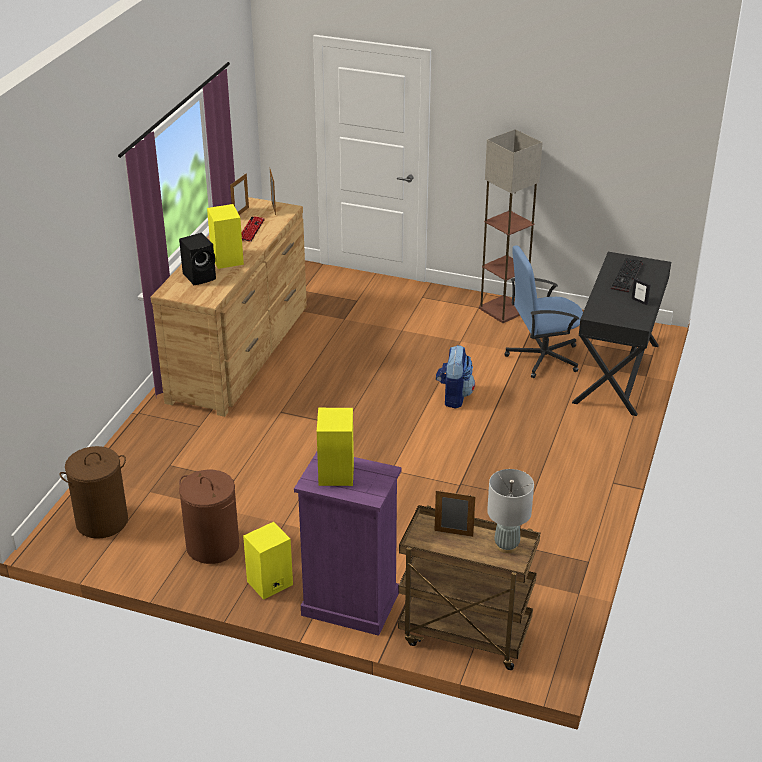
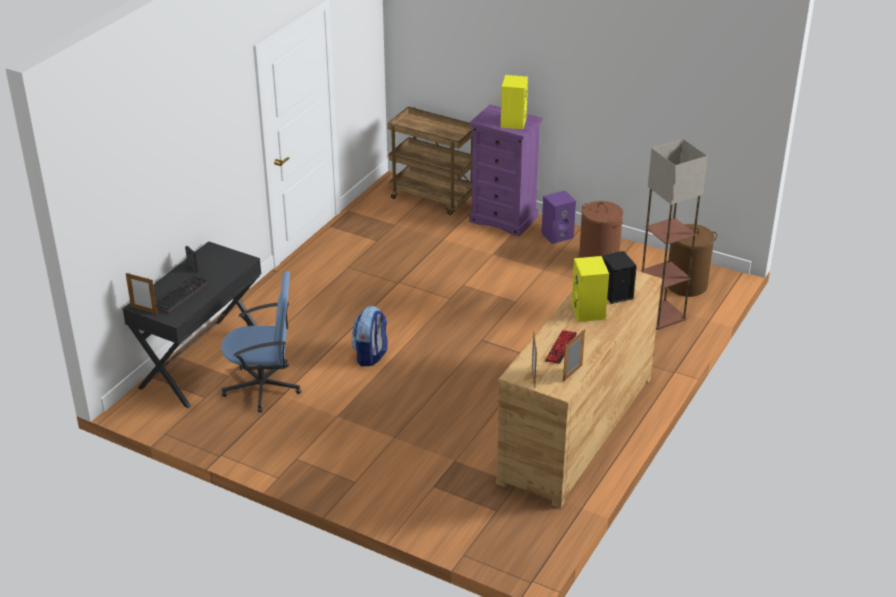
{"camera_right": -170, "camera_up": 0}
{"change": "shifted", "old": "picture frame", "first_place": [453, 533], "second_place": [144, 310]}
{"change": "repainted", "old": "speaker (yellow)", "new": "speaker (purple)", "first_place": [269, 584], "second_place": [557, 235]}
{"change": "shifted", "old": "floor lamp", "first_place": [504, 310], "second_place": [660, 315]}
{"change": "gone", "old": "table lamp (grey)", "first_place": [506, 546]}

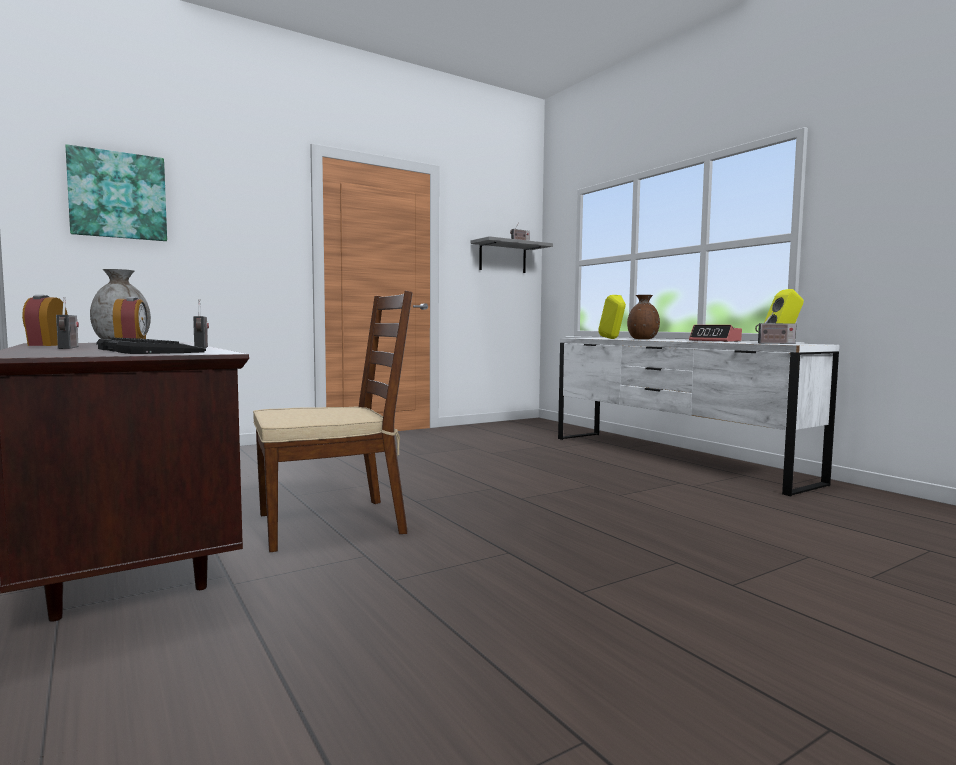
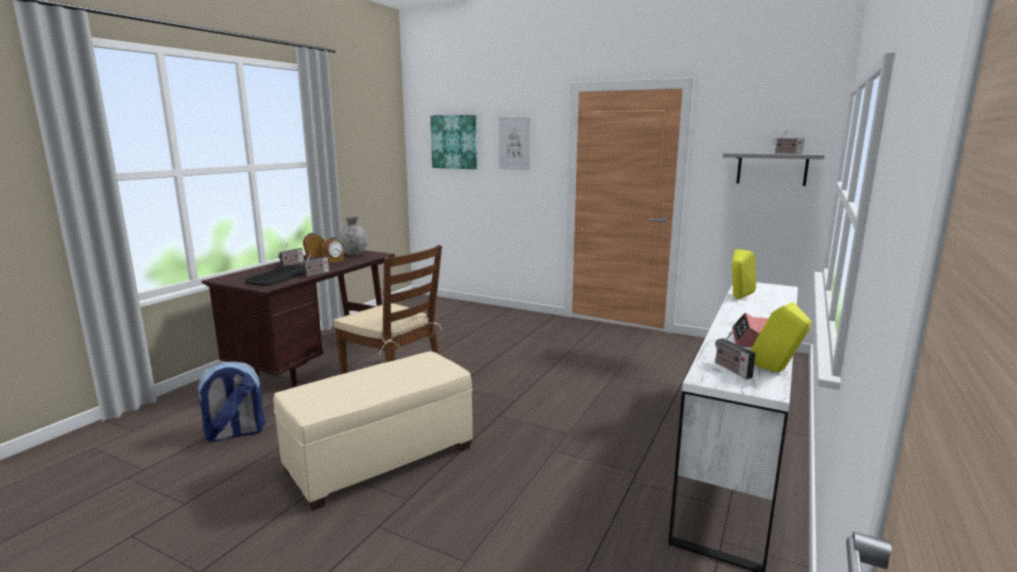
{"camera_right": 60, "camera_up": 10}
{"change": "new", "new": "backpack", "second_place": [234, 433]}
{"change": "new", "new": "ottoman (beige)", "second_place": [381, 458]}
{"change": "new", "new": "picture", "second_place": [514, 143]}
{"change": "gone", "old": "vase (brown)", "first_place": [642, 339]}

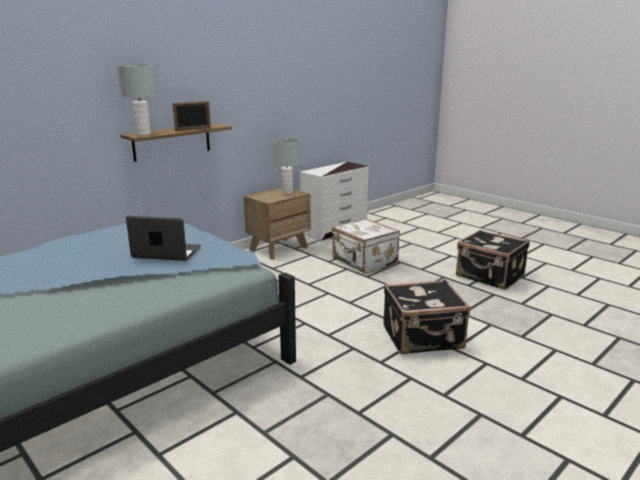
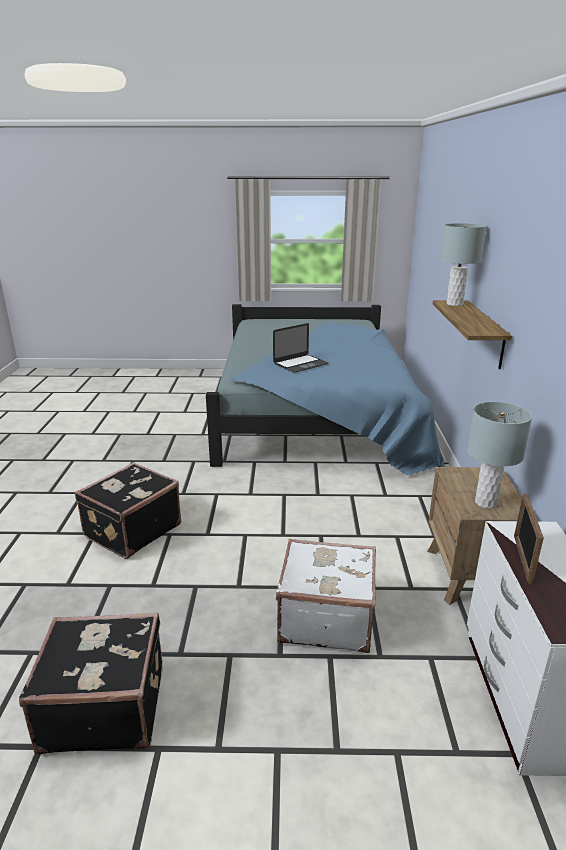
{"camera_right": 135, "camera_up": 5}
{"change": "shifted", "old": "picture frame", "first_place": [193, 129], "second_place": [522, 559]}

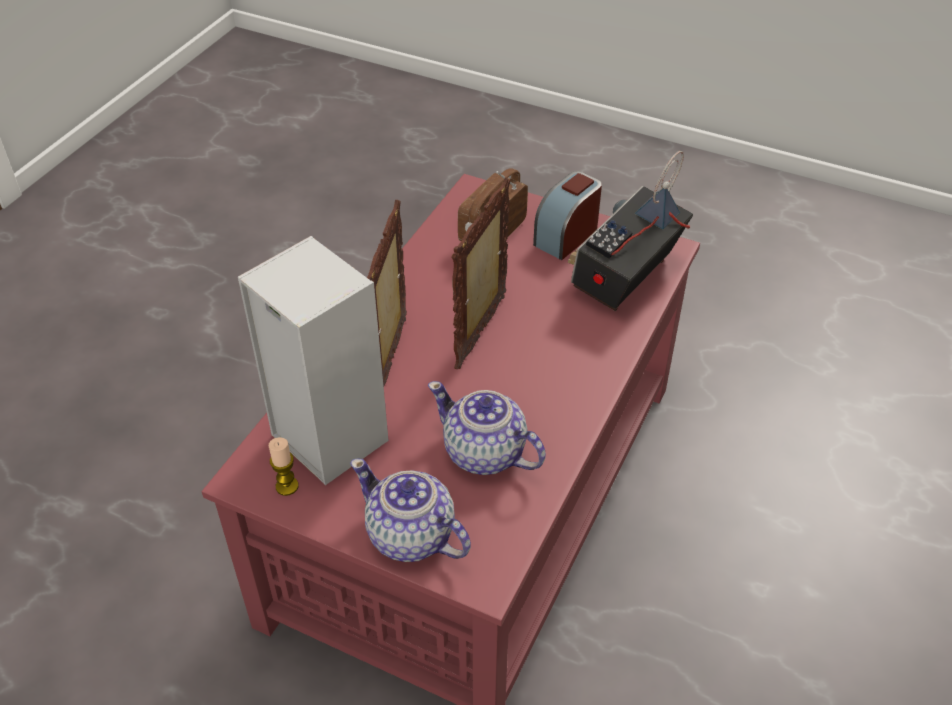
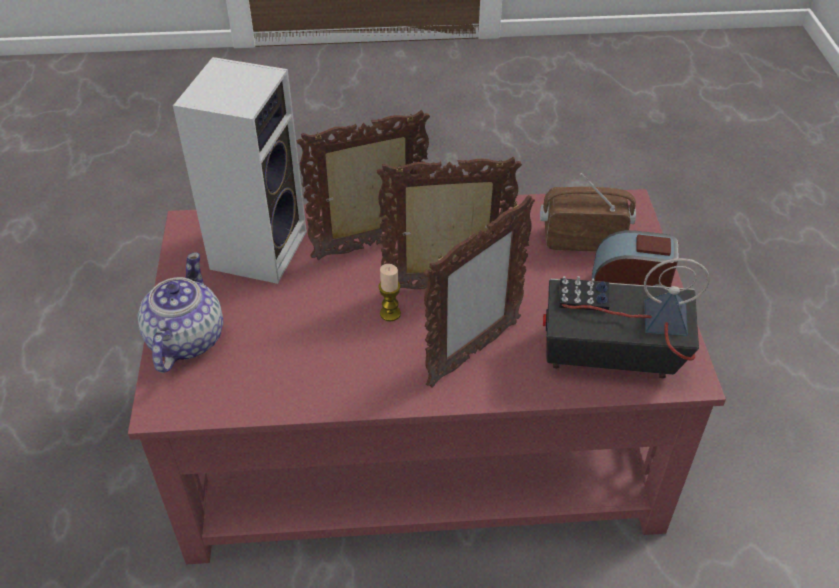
{"camera_right": 60, "camera_up": 0}
{"change": "shifted", "old": "candle", "first_place": [287, 486], "second_place": [390, 313]}
{"change": "new", "new": "picture frame", "second_place": [472, 354]}
{"change": "gone", "old": "teapot", "first_place": [485, 454]}

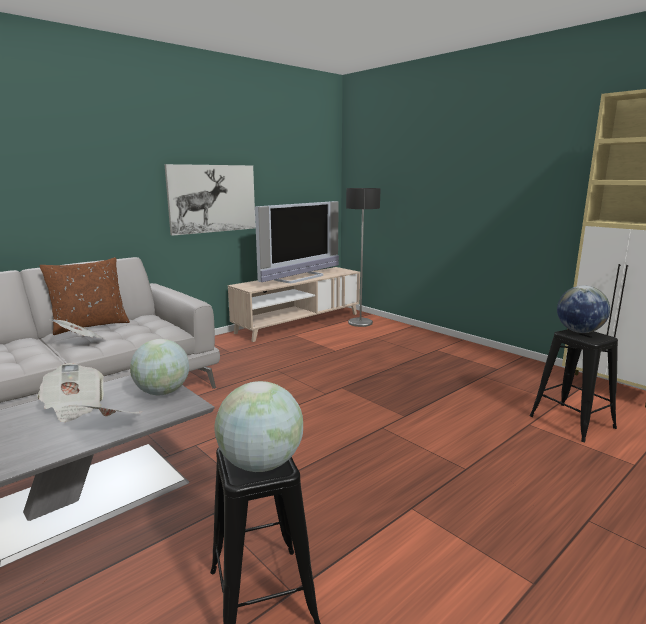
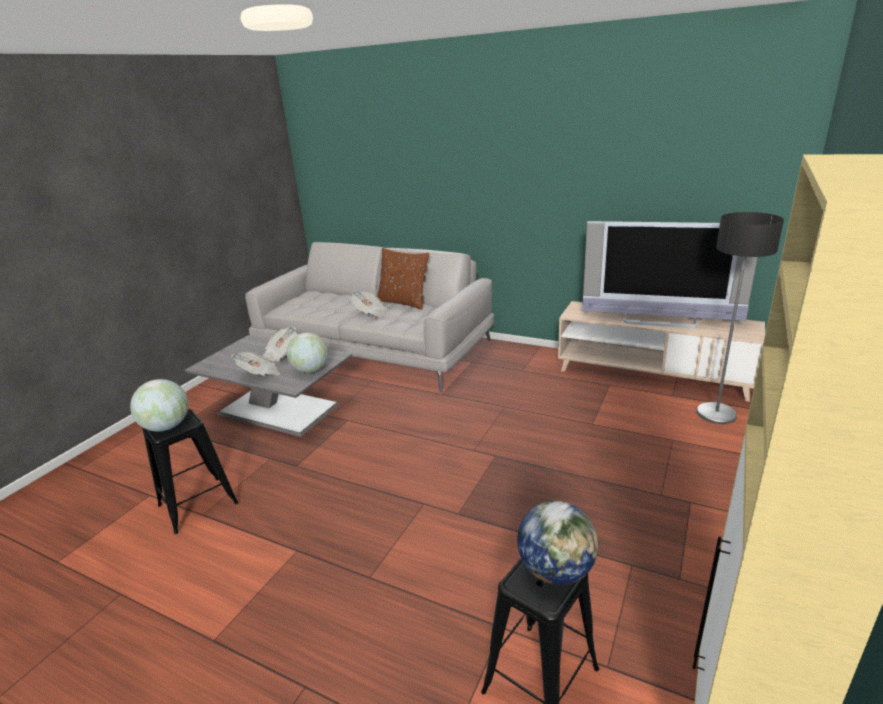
{"camera_right": 70, "camera_up": 10}
{"change": "gone", "old": "picture", "first_place": [212, 198]}

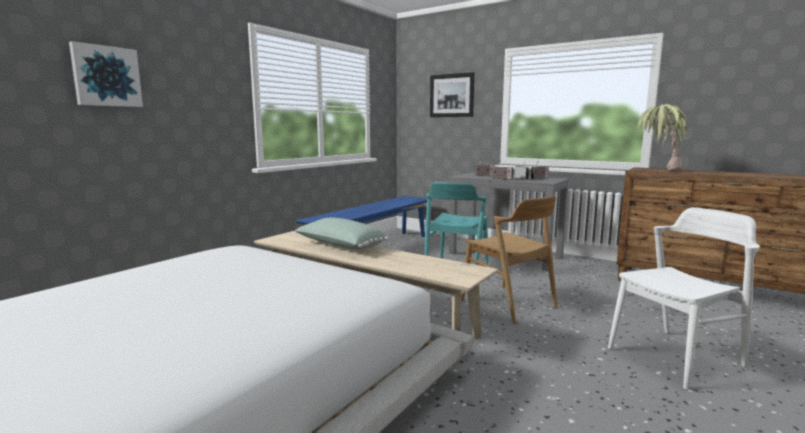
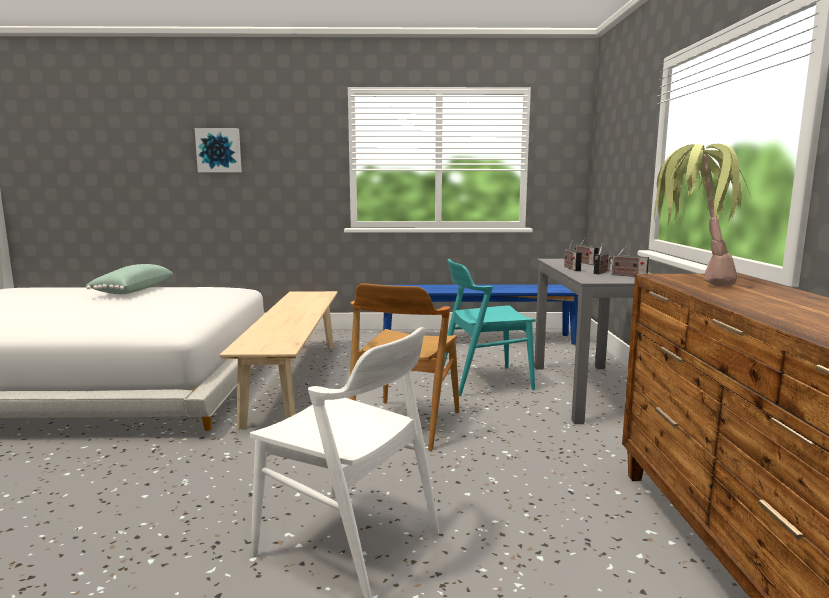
{"camera_right": 55, "camera_up": 0}
{"change": "shifted", "old": "pillow (green)", "first_place": [340, 246], "second_place": [132, 291]}
{"change": "gone", "old": "picture", "first_place": [451, 95]}

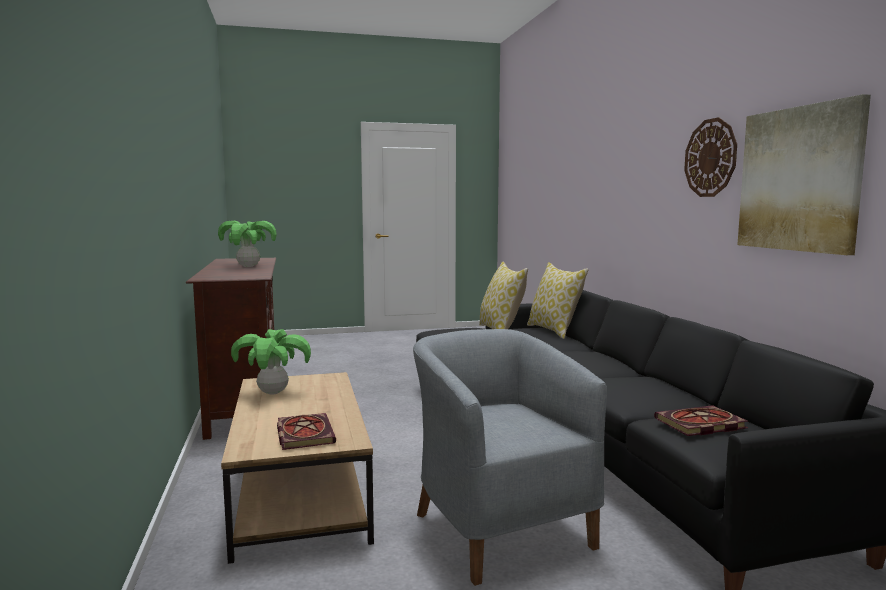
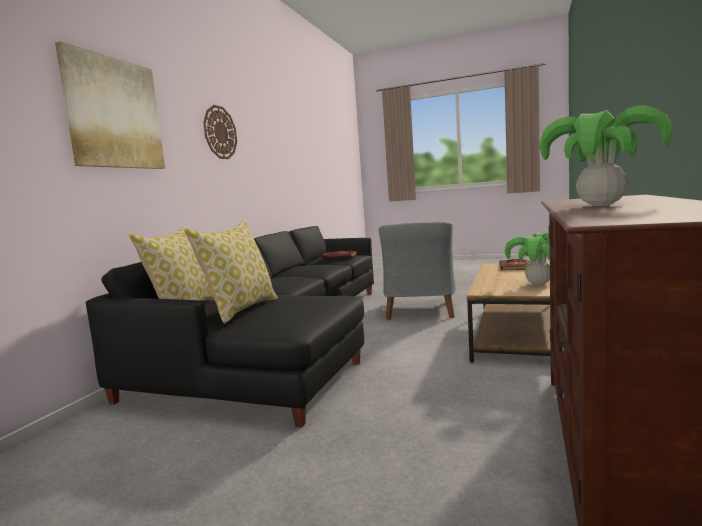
{"camera_right": -145, "camera_up": 0}
{"change": "shifted", "old": "picture", "first_place": [799, 179], "second_place": [114, 113]}

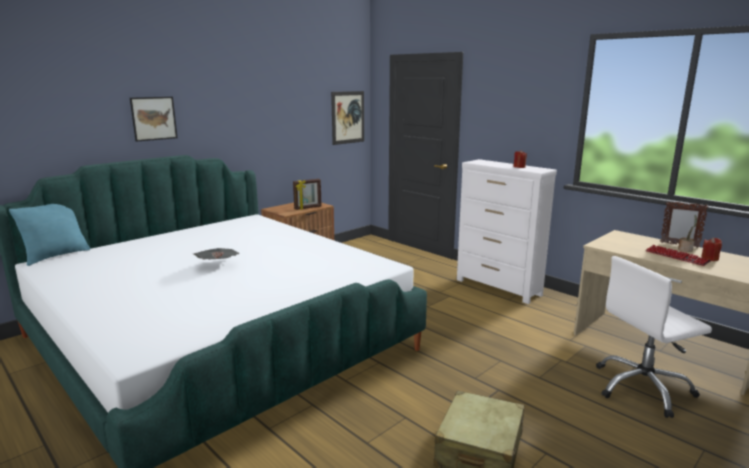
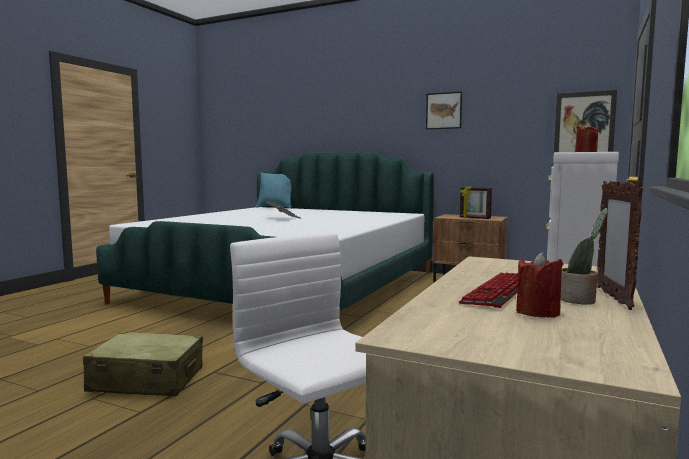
{"camera_right": 70, "camera_up": -10}
{"change": "shifted", "old": "picture", "first_place": [154, 118], "second_place": [443, 110]}

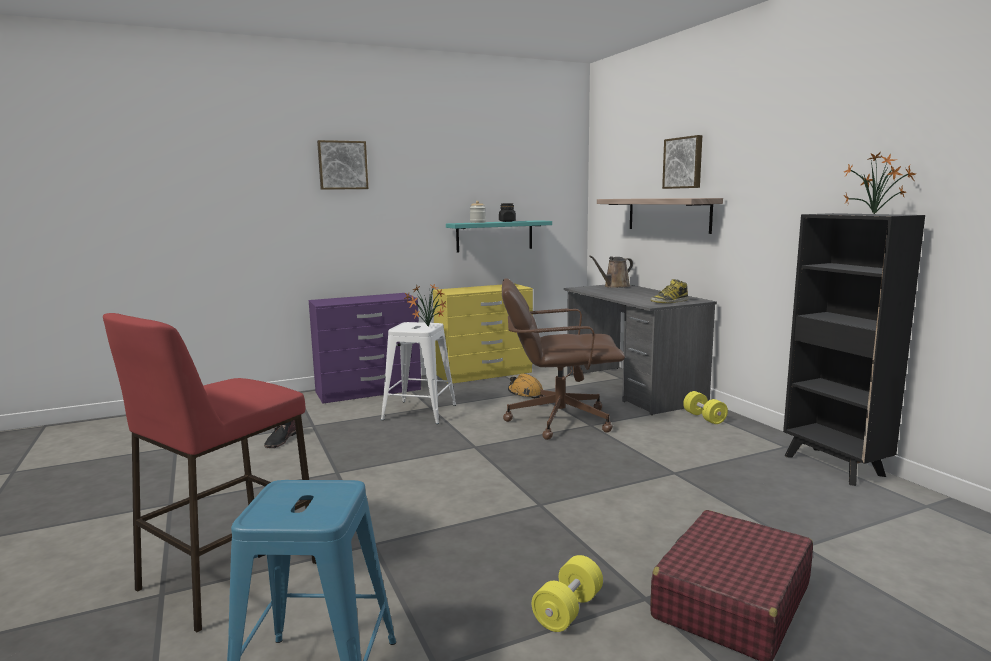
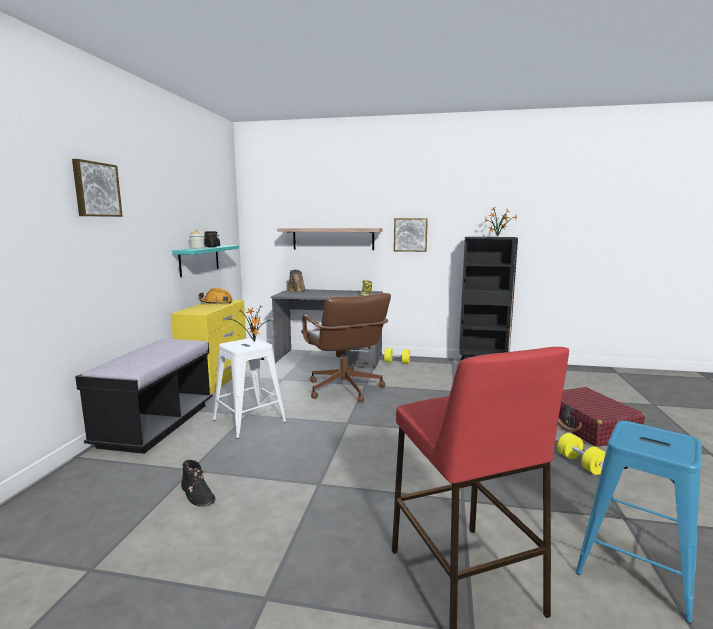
{"camera_right": -55, "camera_up": 0}
{"change": "swapped", "old": "dresser (purple)", "new": "bench (black)", "first_place": [369, 391], "second_place": [156, 425]}
{"change": "shifted", "old": "hard hat (orange)", "first_place": [525, 393], "second_place": [216, 303]}
{"change": "rotated", "old": "office chair (brown)", "first_place": [558, 420], "second_place": [344, 389], "degrees": -60}
{"change": "shifted", "old": "picture", "first_place": [683, 163], "second_place": [410, 234]}

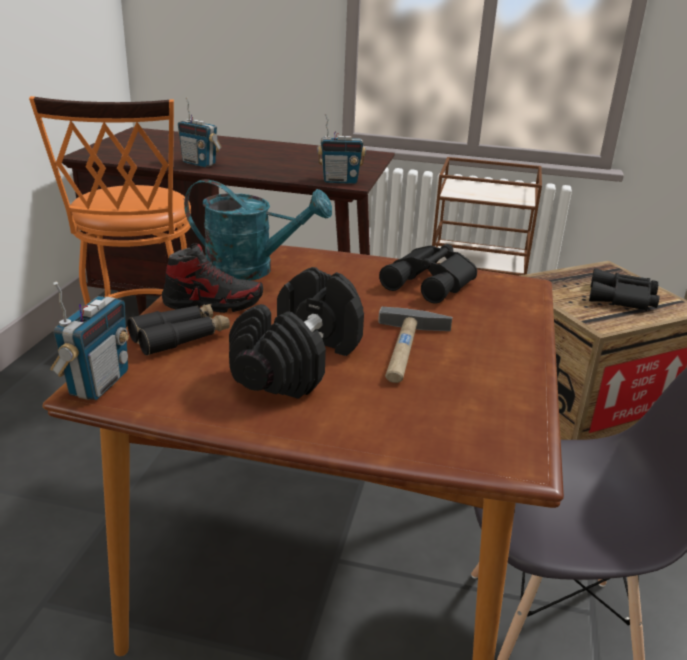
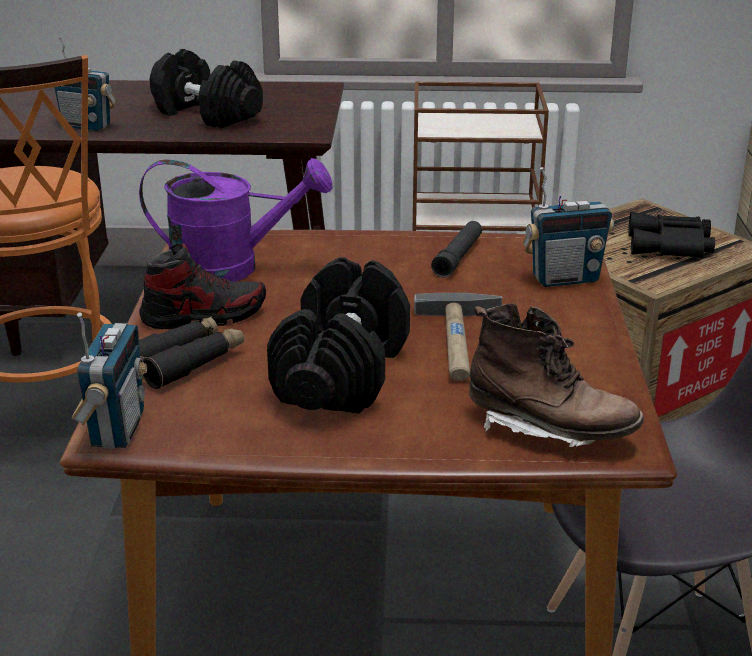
{"camera_right": -10, "camera_up": 0}
{"change": "repainted", "old": "watering can (turquoise)", "new": "watering can (purple)", "first_place": [251, 270], "second_place": [231, 268]}
{"change": "new", "new": "dumbbell (black)", "second_place": [206, 114]}
{"change": "swapped", "old": "binoculars (black)", "new": "flashlight (black)", "first_place": [431, 283], "second_place": [458, 257]}
{"change": "new", "new": "boot (brown)", "second_place": [549, 429]}
{"change": "shifted", "old": "radio", "first_place": [340, 181], "second_place": [564, 279]}

